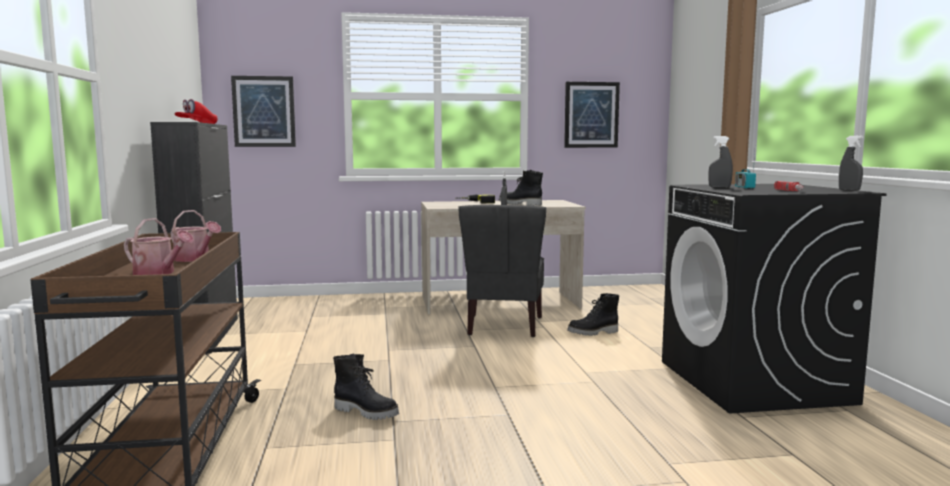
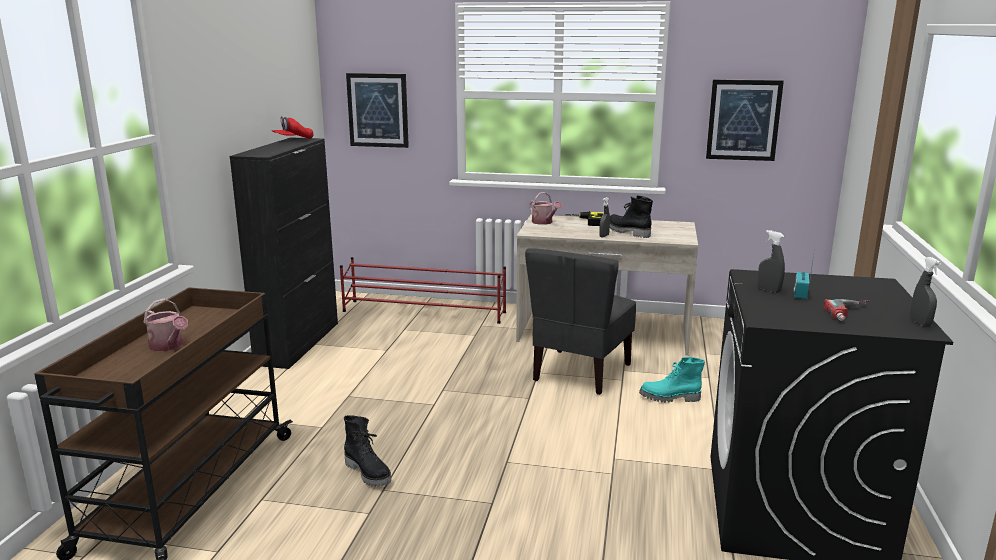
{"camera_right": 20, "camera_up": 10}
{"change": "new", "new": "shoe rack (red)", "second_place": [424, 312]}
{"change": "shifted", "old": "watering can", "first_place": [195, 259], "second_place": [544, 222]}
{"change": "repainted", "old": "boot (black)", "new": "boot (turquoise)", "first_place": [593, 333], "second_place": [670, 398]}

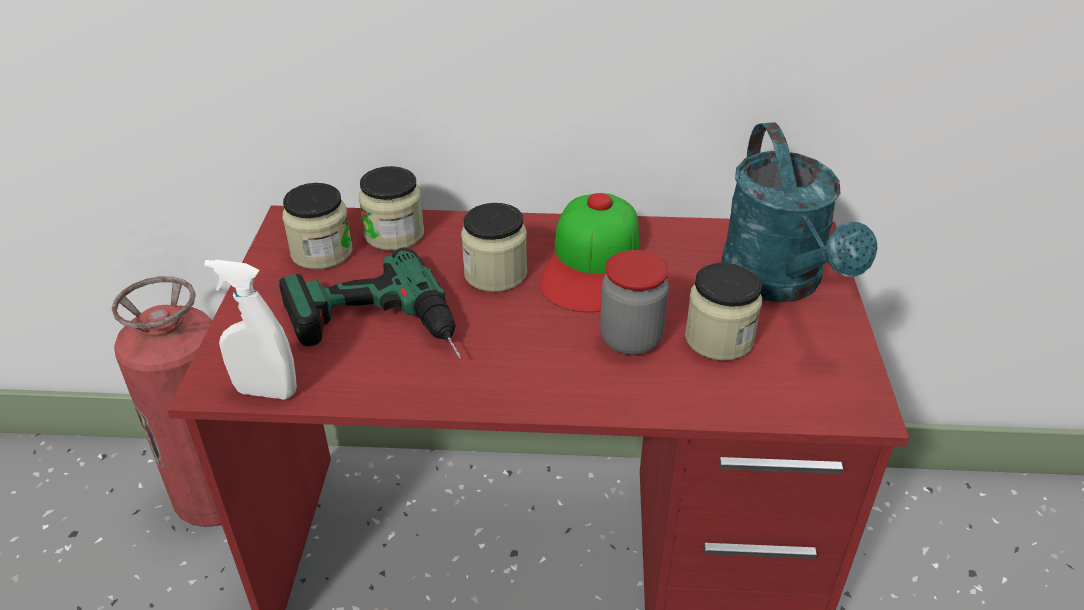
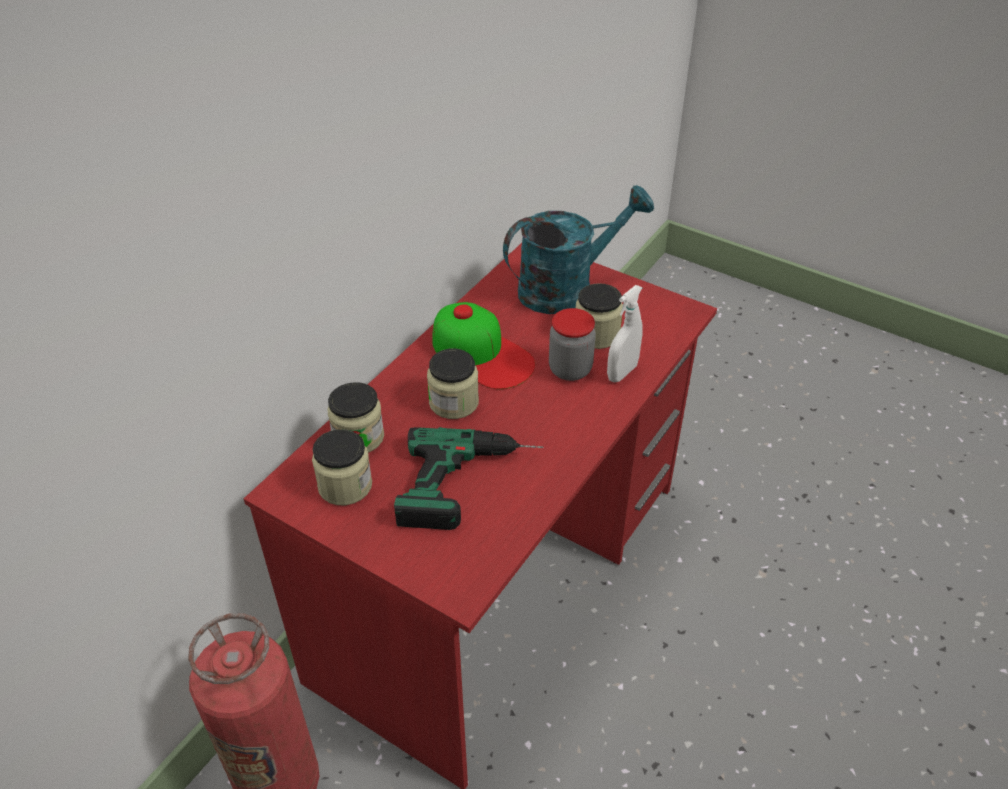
{"camera_right": -60, "camera_up": 5}
{"change": "rotated", "old": "watering can (turquoise)", "first_place": [779, 283], "second_place": [567, 287], "degrees": -45}
{"change": "shifted", "old": "spray bottle (white)", "first_place": [266, 392], "second_place": [622, 373]}

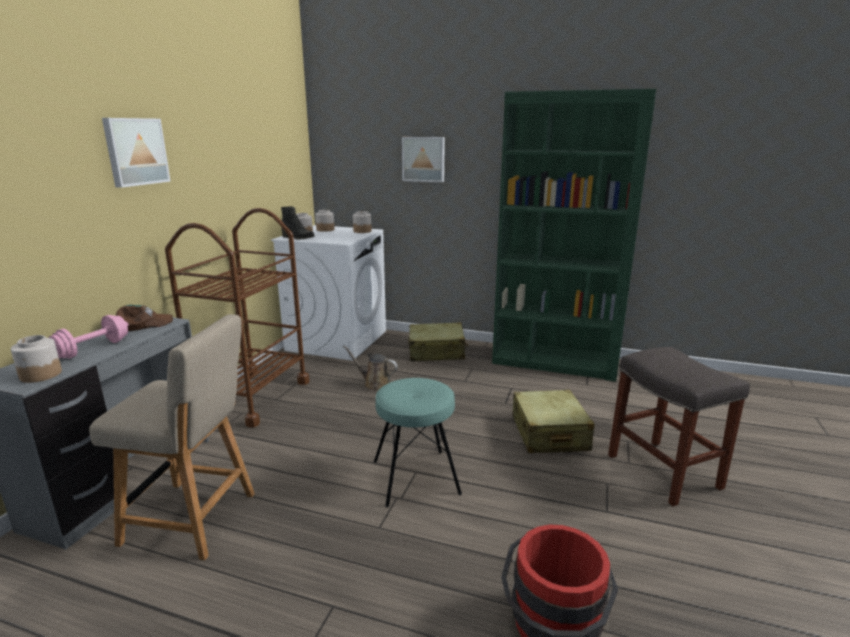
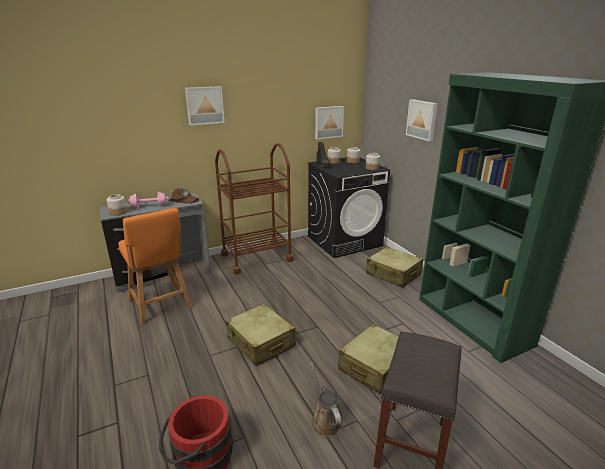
{"camera_right": 45, "camera_up": 5}
{"change": "repainted", "old": "chair (beige)", "new": "chair (orange)", "first_place": [195, 519], "second_place": [161, 305]}
{"change": "swapped", "old": "stool (turquoise)", "new": "suitcase (beige)", "first_place": [415, 477], "second_place": [261, 342]}
{"change": "repainted", "old": "washing machine (white)", "new": "washing machine (black)", "first_place": [337, 340], "second_place": [344, 241]}
{"change": "shifted", "old": "watering can (brown)", "first_place": [375, 384], "second_place": [325, 420]}
{"change": "new", "new": "picture", "second_place": [328, 122]}

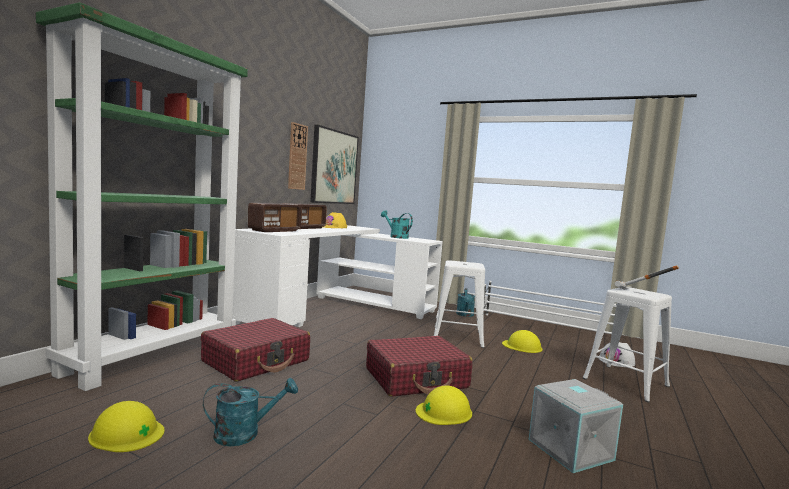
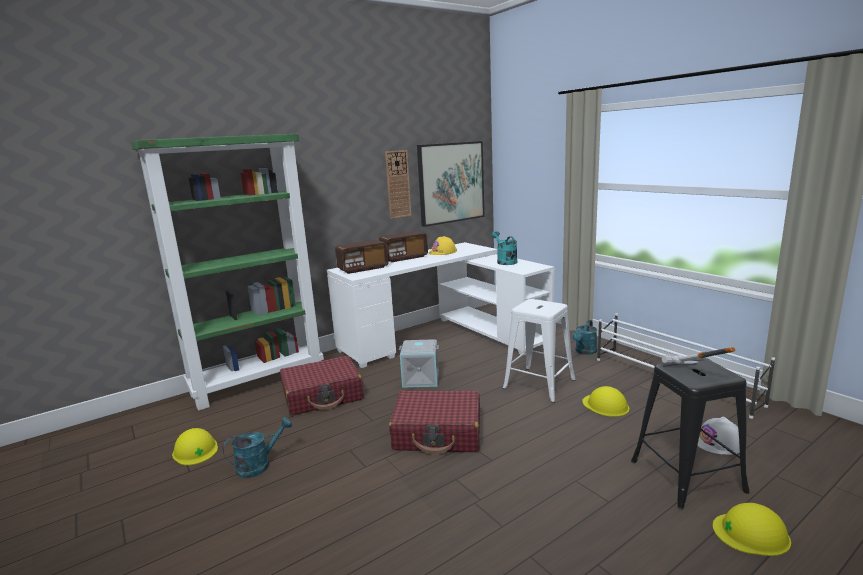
{"camera_right": 30, "camera_up": 10}
{"change": "rotated", "old": "watering can (turquoise)", "first_place": [245, 433], "second_place": [259, 465], "degrees": -45}
{"change": "shifted", "old": "storage box (grey)", "first_place": [569, 449], "second_place": [421, 378]}
{"change": "repainted", "old": "stool (white)", "new": "stool (black)", "first_place": [626, 382], "second_place": [687, 476]}
{"change": "shifted", "old": "hard hat (yellow)", "first_place": [444, 411], "second_place": [751, 533]}

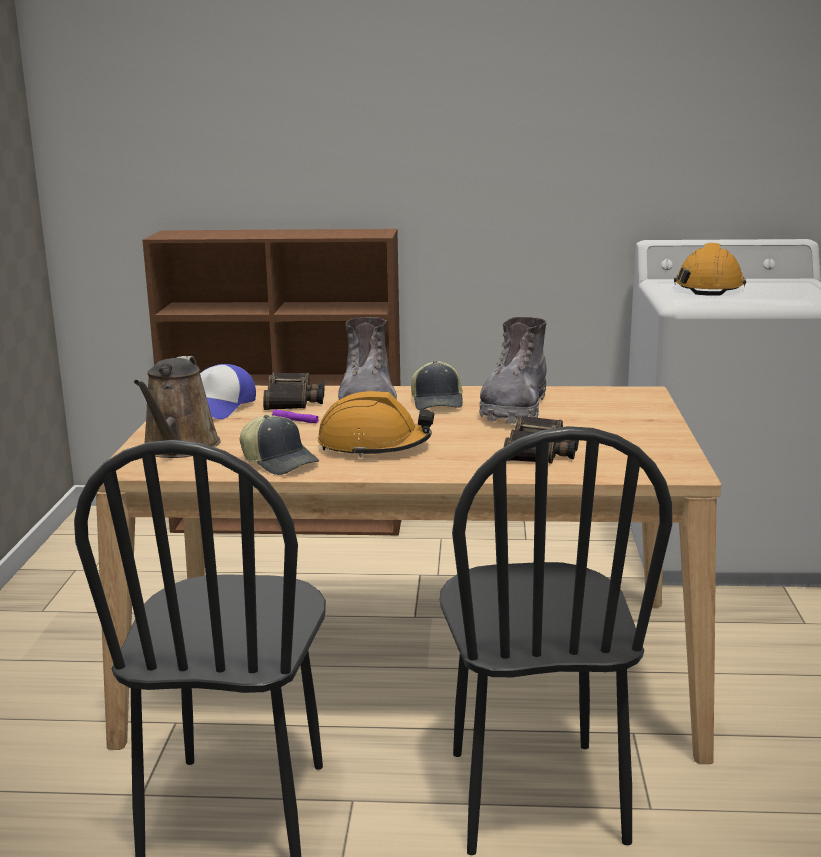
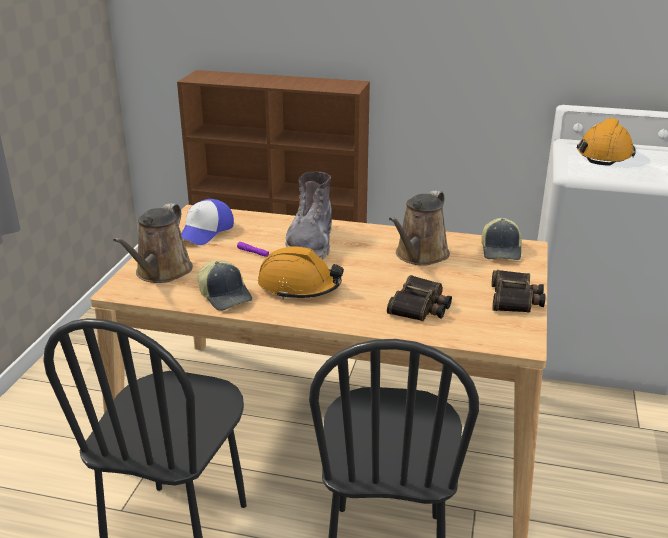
{"camera_right": 10, "camera_up": 10}
{"change": "swapped", "old": "boot (grey)", "new": "watering can (brown)", "first_place": [514, 408], "second_place": [419, 256]}
{"change": "shifted", "old": "cap", "first_place": [438, 402], "second_place": [501, 250]}
{"change": "shifted", "old": "binoculars", "first_place": [294, 401], "second_place": [515, 299]}

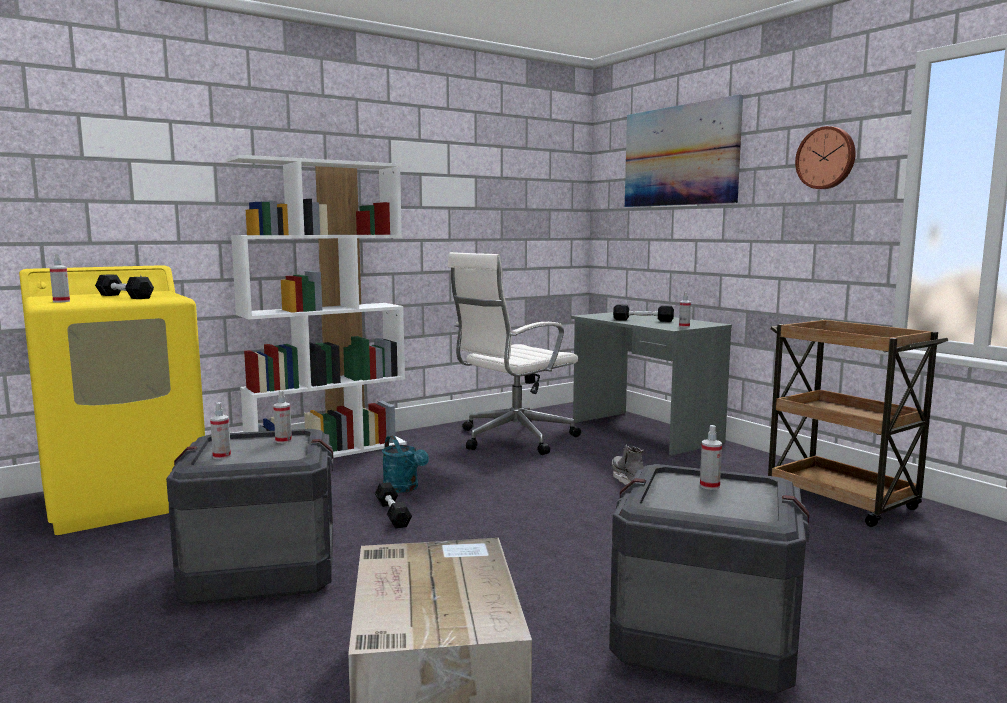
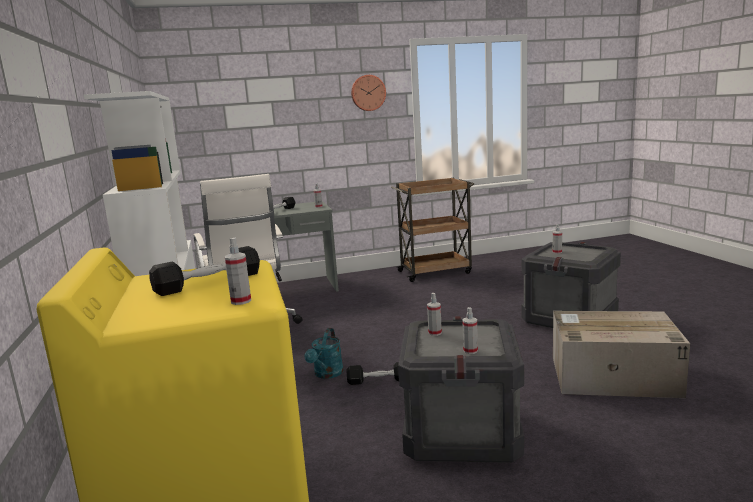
{"camera_right": -70, "camera_up": 5}
{"change": "rotated", "old": "watering can (turquoise)", "first_place": [404, 488], "second_place": [327, 374], "degrees": 120}
{"change": "gone", "old": "boot (grey)", "first_place": [627, 479]}
{"change": "gone", "old": "picture", "first_place": [680, 156]}

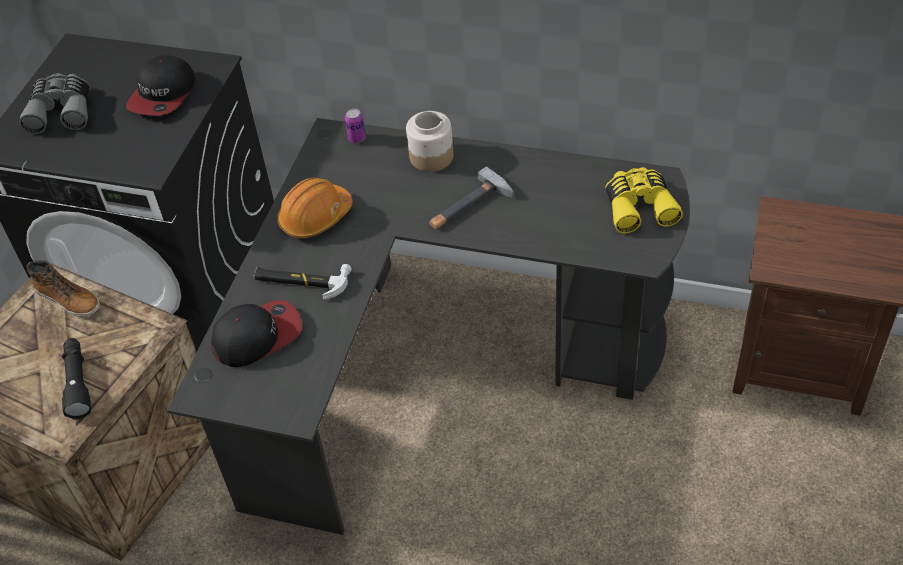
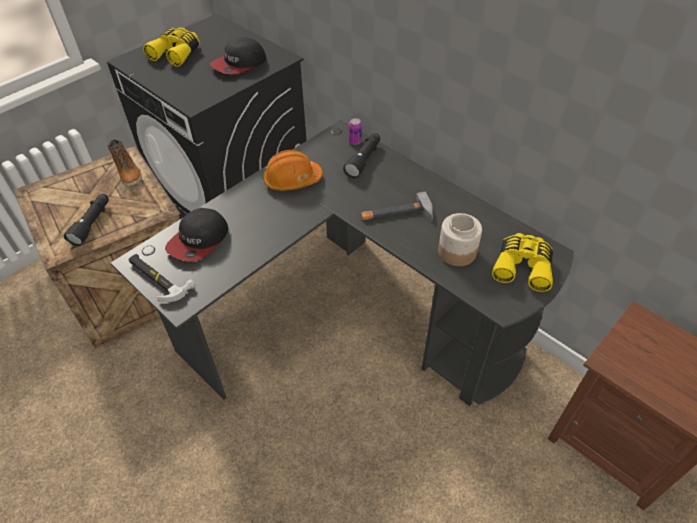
{"camera_right": 25, "camera_up": 0}
{"change": "shifted", "old": "hammer", "first_place": [301, 281], "second_place": [158, 278]}
{"change": "repainted", "old": "binoculars (grey)", "new": "binoculars (yellow)", "first_place": [61, 111], "second_place": [177, 53]}
{"change": "rotated", "old": "cap", "first_place": [257, 336], "second_place": [199, 240], "degrees": 120}
{"change": "new", "new": "flashlight (black)", "second_place": [364, 160]}
{"change": "shifted", "old": "jar", "first_place": [431, 157], "second_place": [456, 252]}

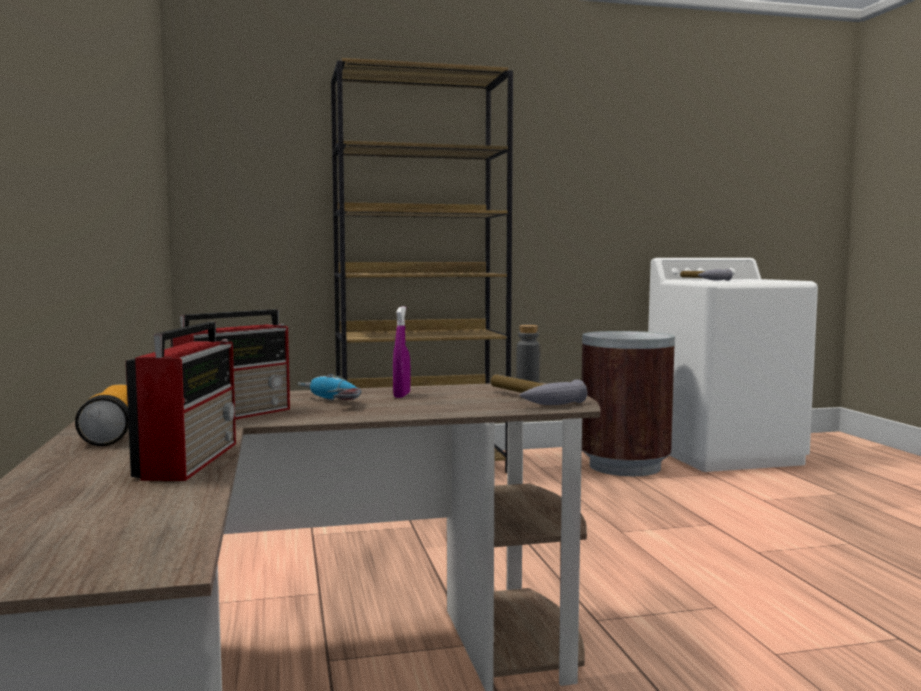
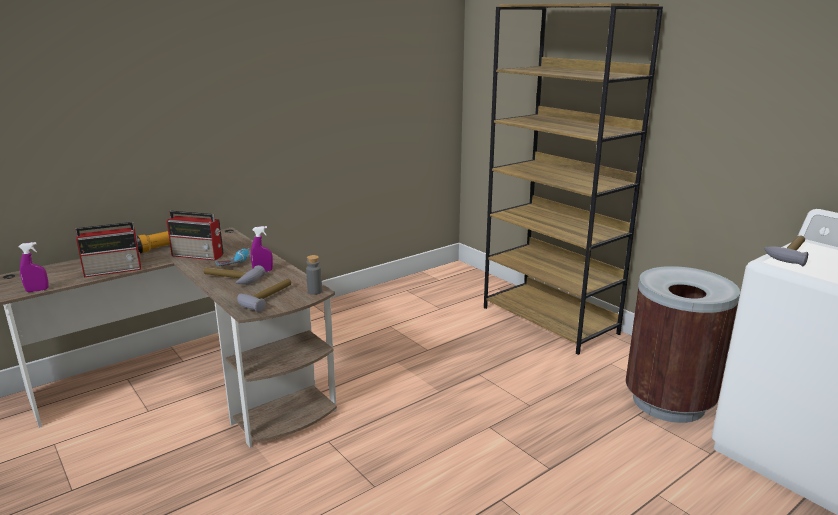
{"camera_right": 65, "camera_up": 15}
{"change": "new", "new": "spray bottle (purple)", "second_place": [37, 290]}
{"change": "new", "new": "hammer", "second_place": [231, 280]}

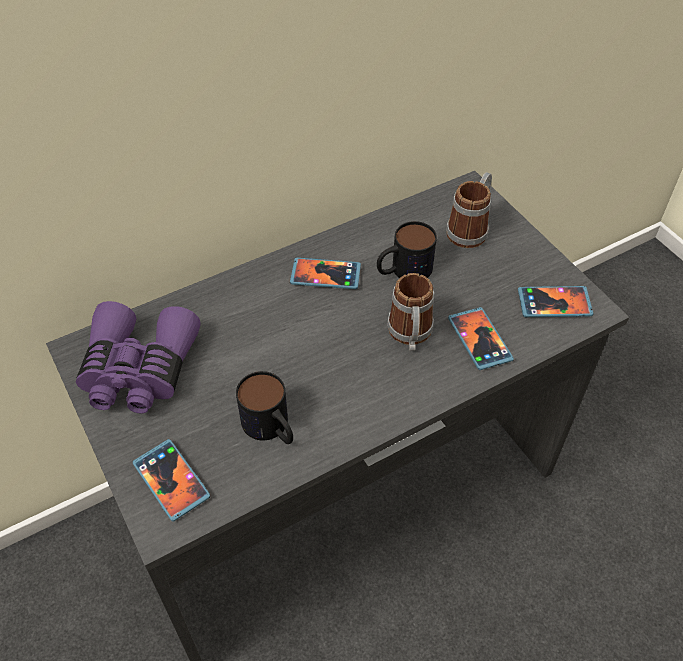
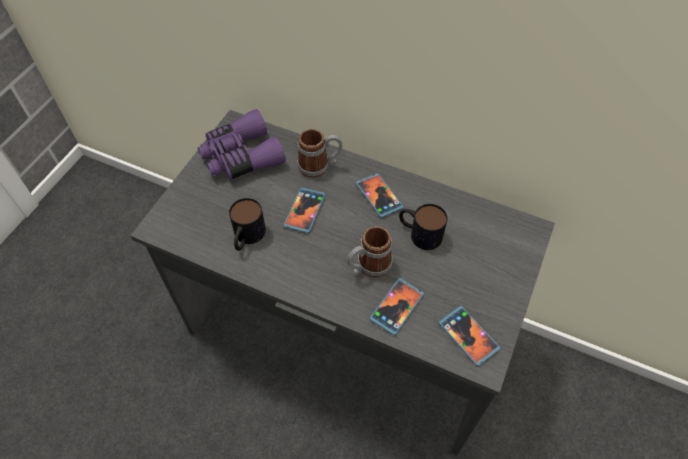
{"camera_right": 55, "camera_up": 5}
{"change": "shifted", "old": "phone", "first_place": [171, 481], "second_place": [304, 211]}
{"change": "shifted", "old": "mug", "first_place": [470, 229], "second_place": [319, 166]}

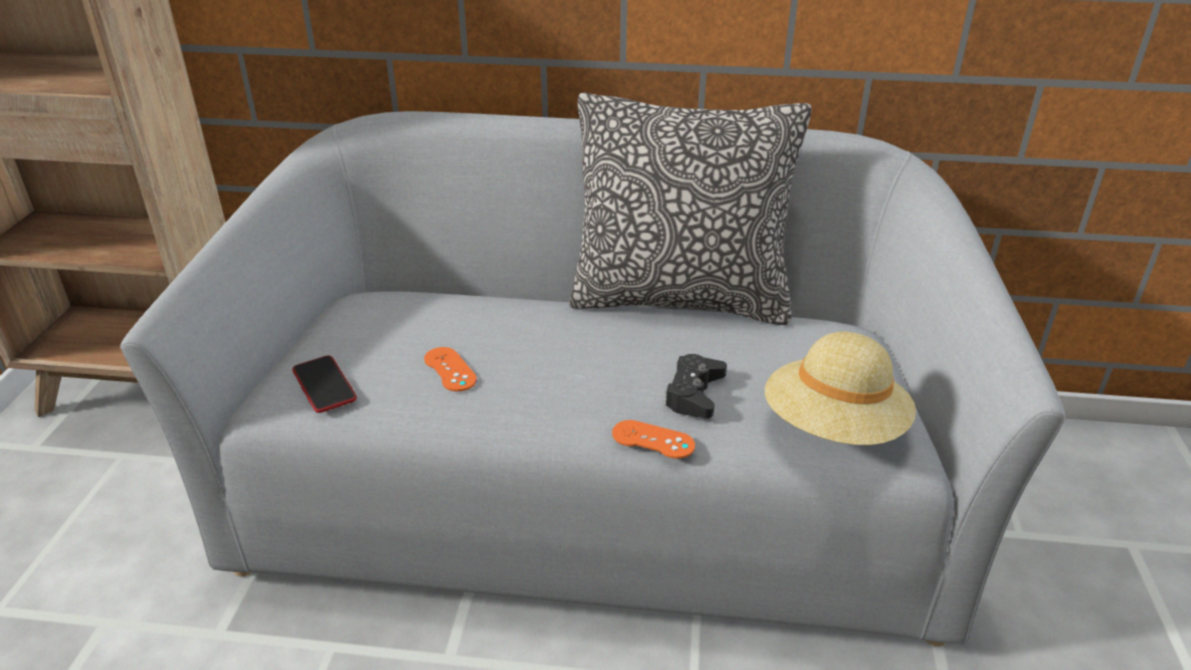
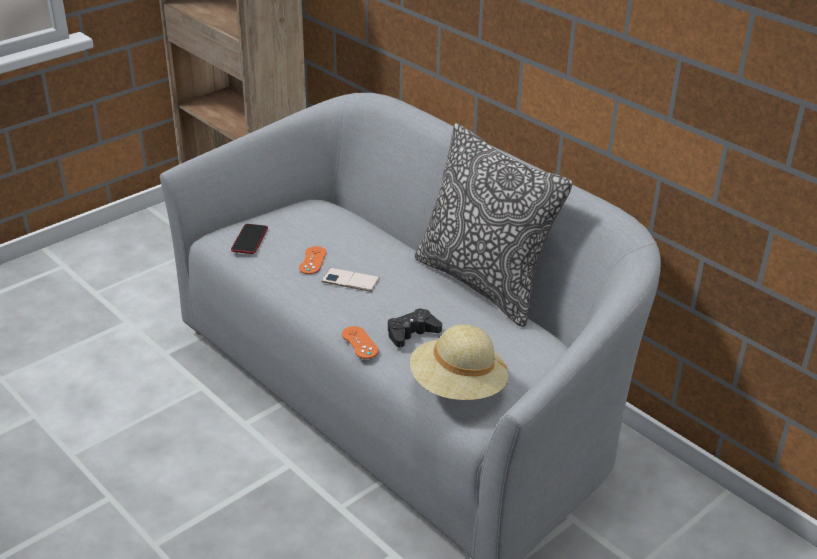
{"camera_right": 40, "camera_up": 0}
{"change": "new", "new": "phone", "second_place": [350, 280]}

